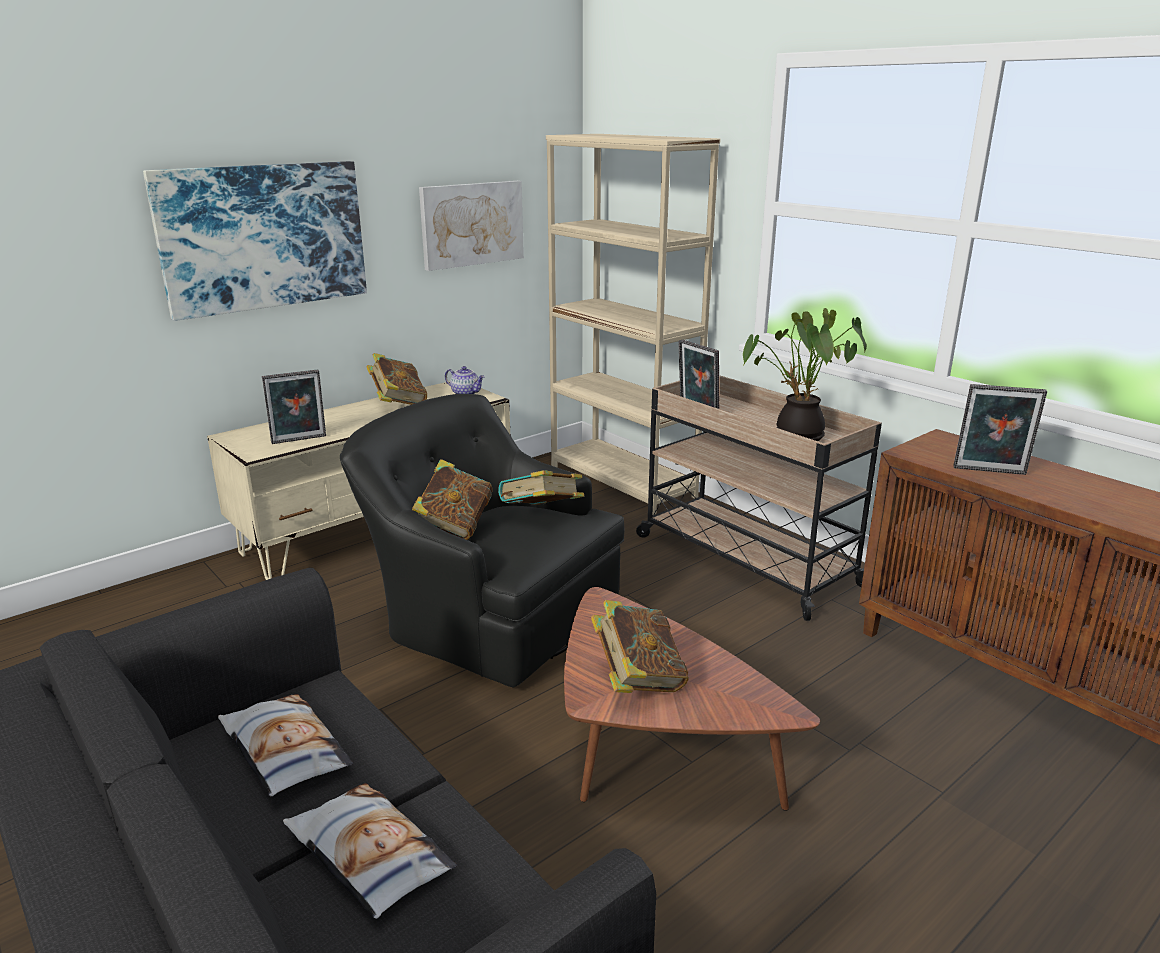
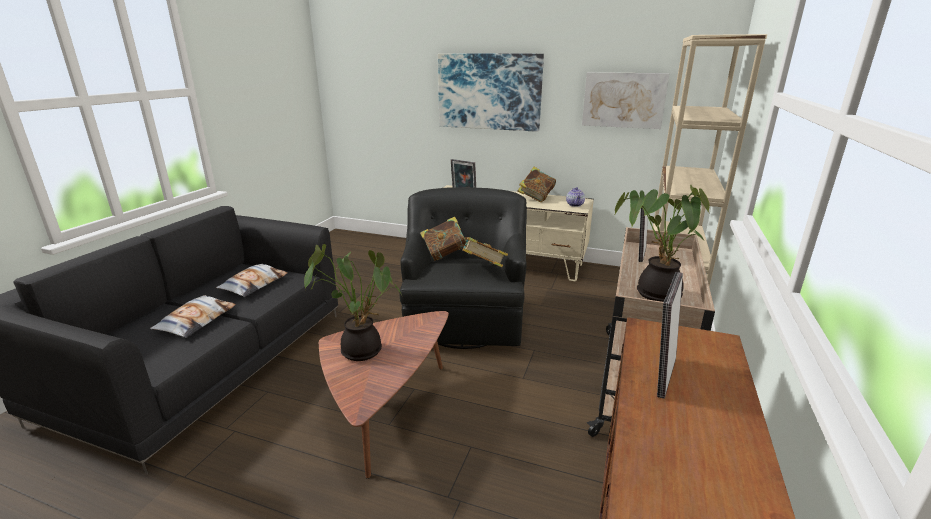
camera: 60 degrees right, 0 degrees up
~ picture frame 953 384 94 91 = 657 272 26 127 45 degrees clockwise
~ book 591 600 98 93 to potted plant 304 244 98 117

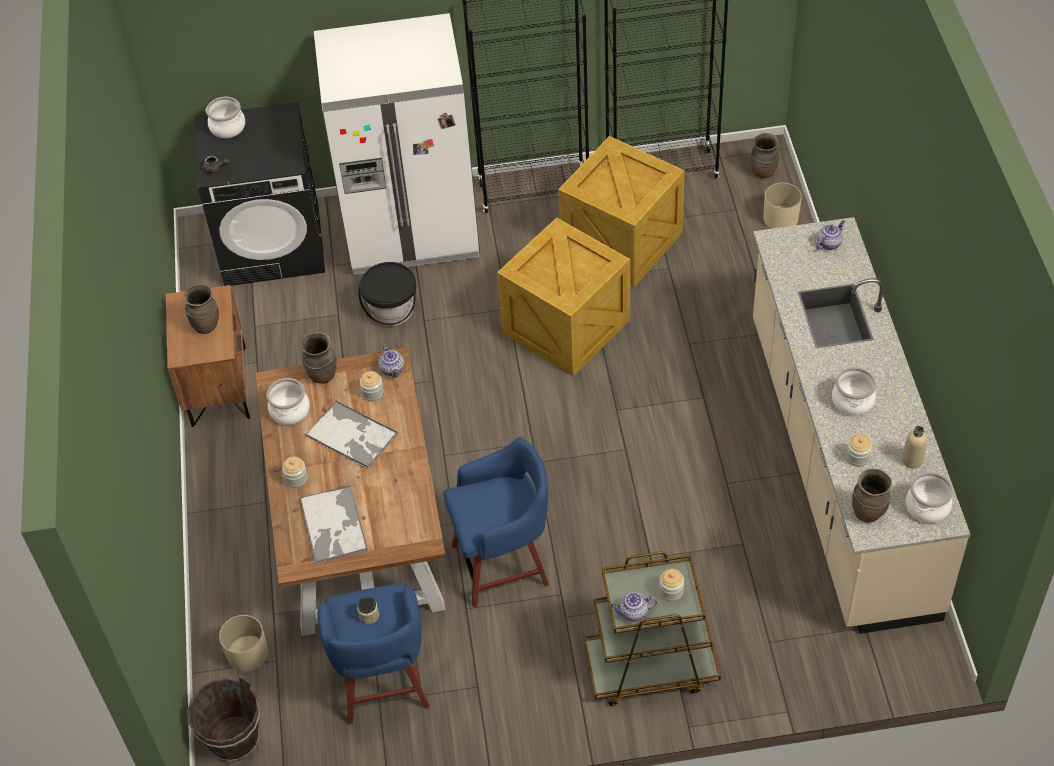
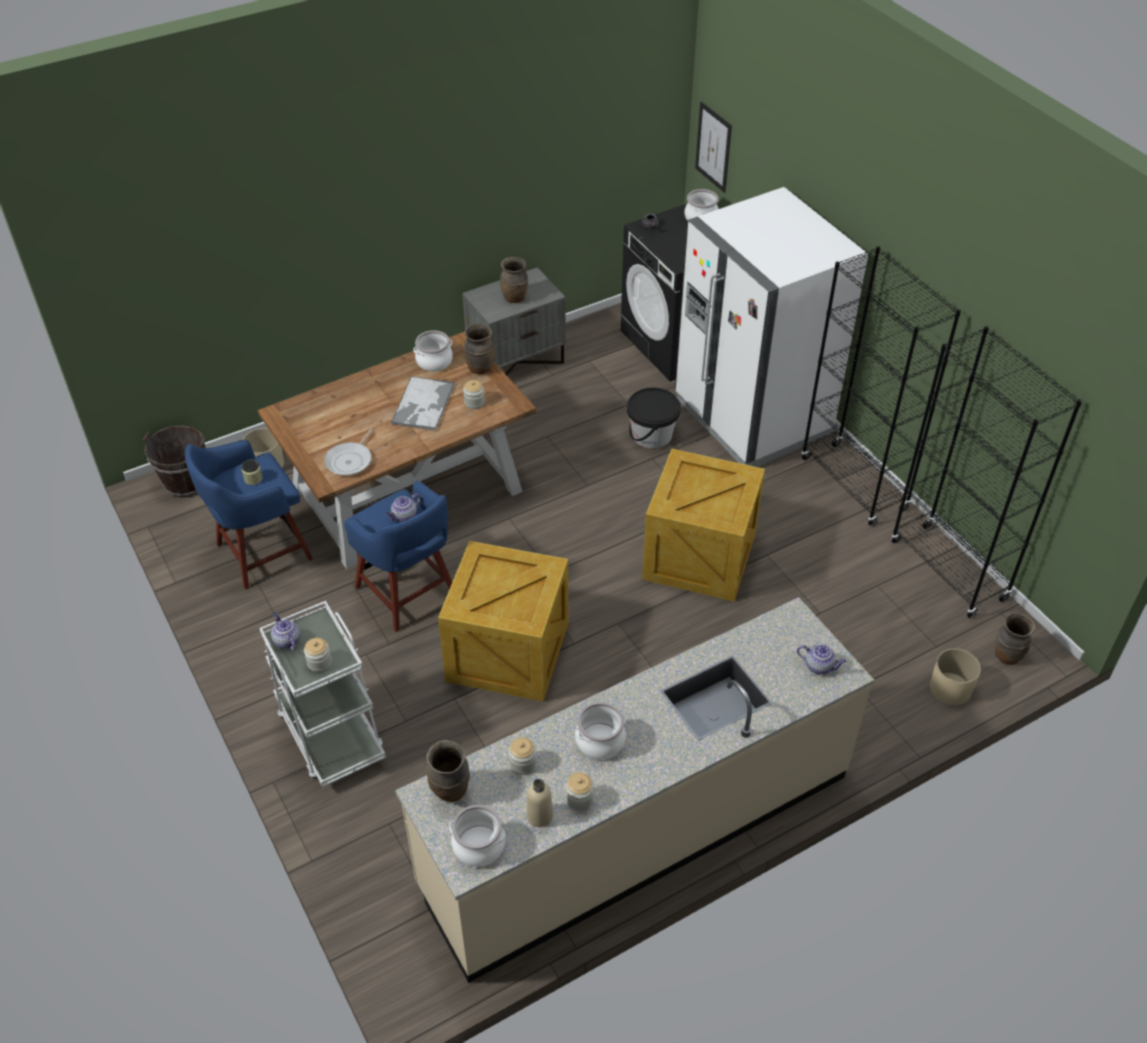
camera: 65 degrees right, 5 degrees down
~ crate 558 136 127 151 to 438 541 130 161
~ brown nightstand 166 285 84 142 to grey nightstand 462 268 104 107
~ teapot 378 345 26 33 to 386 494 35 28
~ jar 282 457 26 31 to 566 773 28 38
- tray 300 485 68 79
~ brown cart 584 552 137 154 to white cart 259 601 127 186
+ picture 695 101 37 92
+ frying pan 324 428 49 48

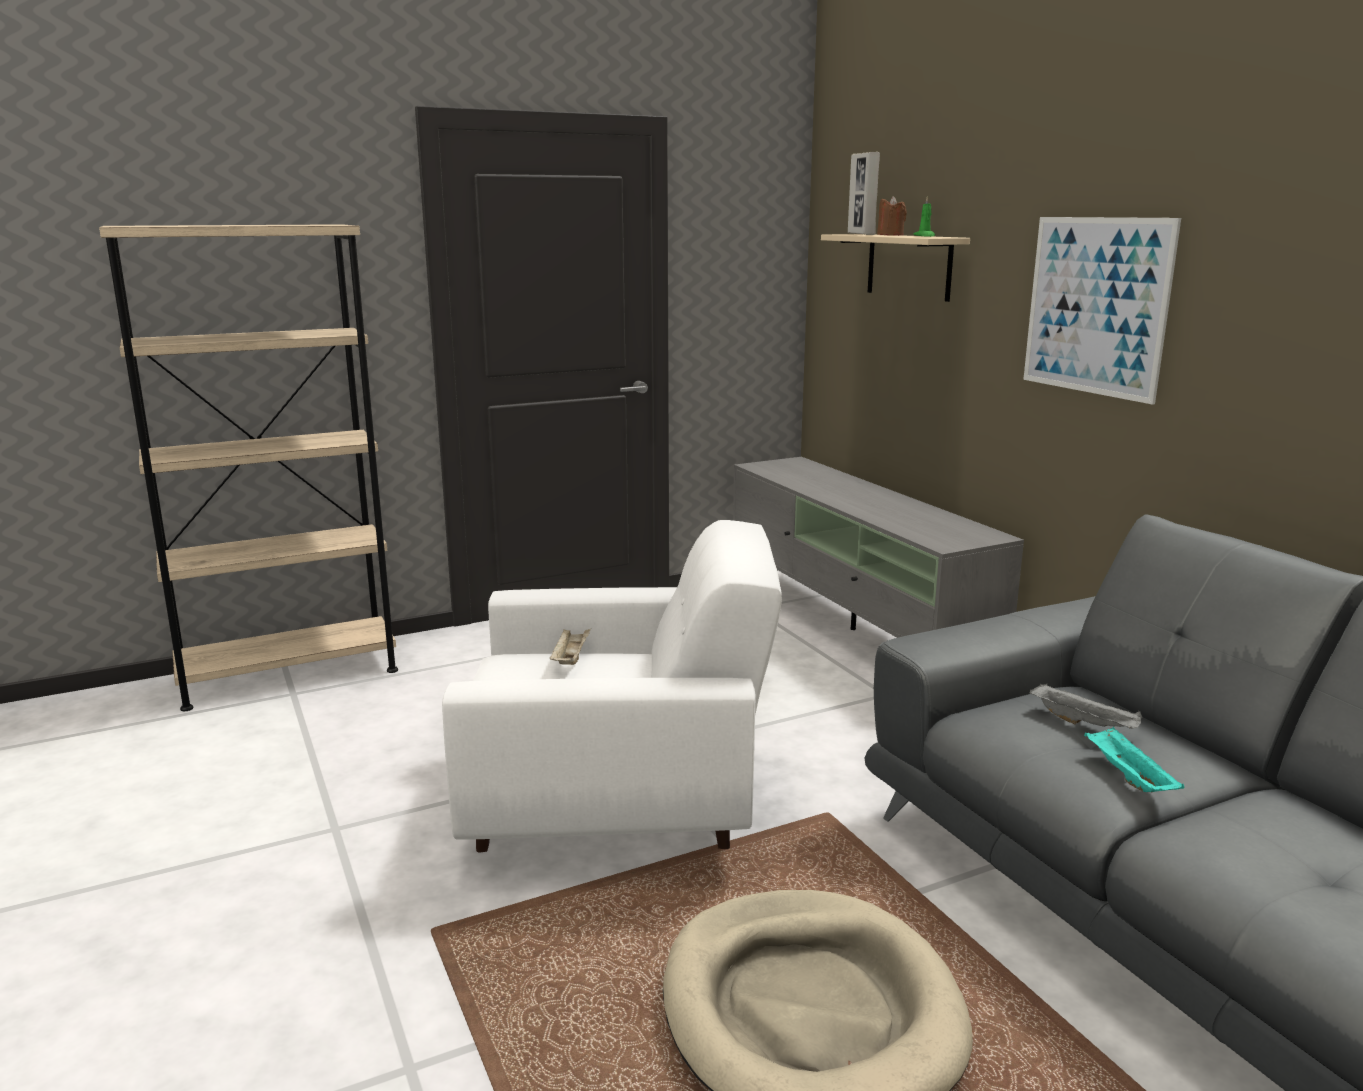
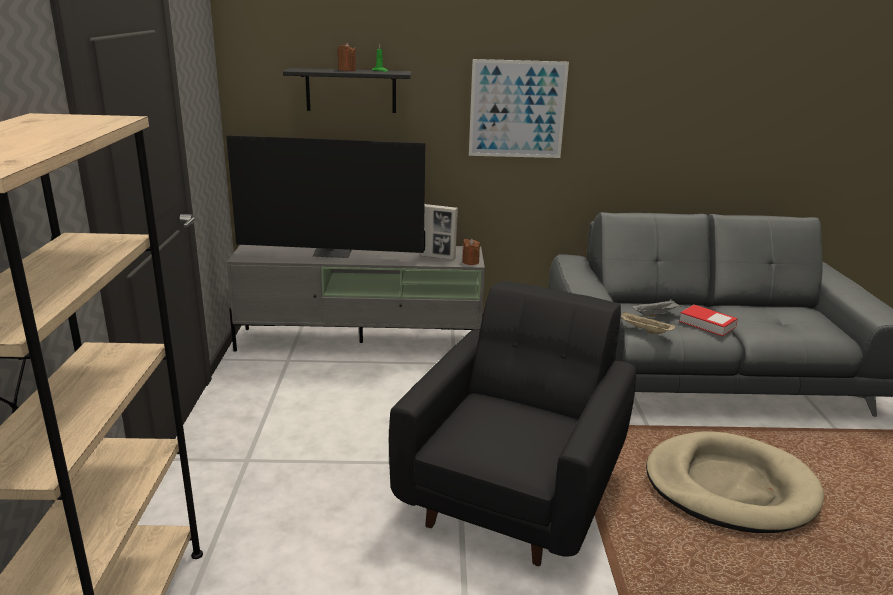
camera: 65 degrees left, 5 degrees up
~ picture frame 848 152 32 83 to 421 204 37 56
~ beige shelf 821 234 149 68 to black shelf 283 68 128 45
~ white armchair 442 520 340 332 to black armchair 389 281 247 285
~ beige tray 550 629 40 36 to 621 311 55 23
~ turquoise tray 1084 727 101 66 to book 679 305 59 31
+ television 226 135 199 123
+ brown candle 462 239 18 26

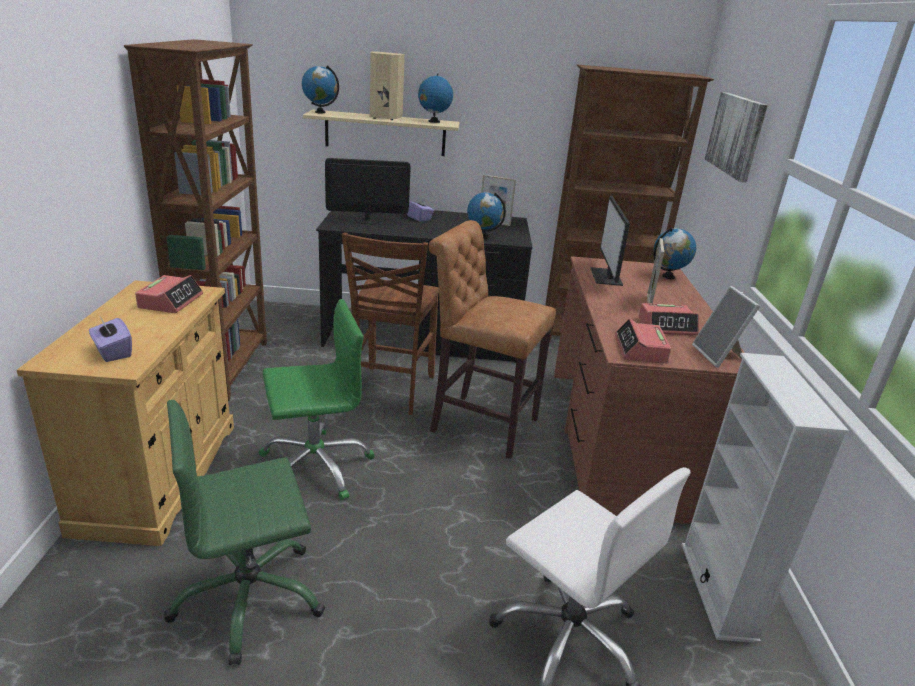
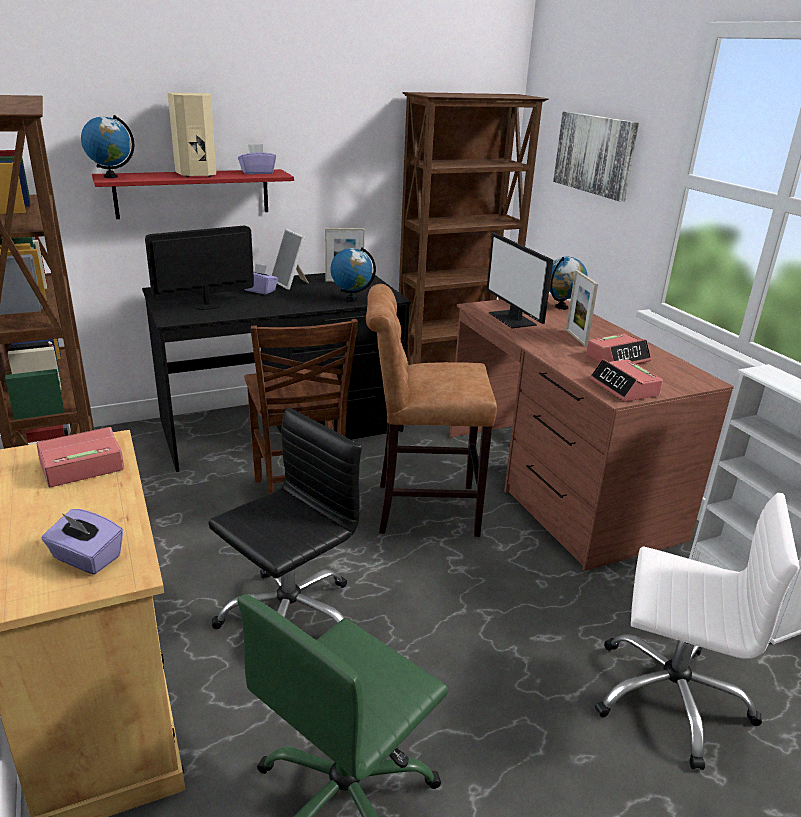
camera: 25 degrees left, 0 degrees up
~ globe 418 73 35 50 to purple tissue box 238 144 38 30
~ beige shelf 303 110 157 46 to red shelf 92 169 202 50
~ alarm clock 135 275 68 38 = 37 427 87 60 105 degrees counterclockwise
~ picture frame 692 286 68 82 to 272 229 37 61
~ green office chair 259 299 116 201 to black office chair 208 407 154 222

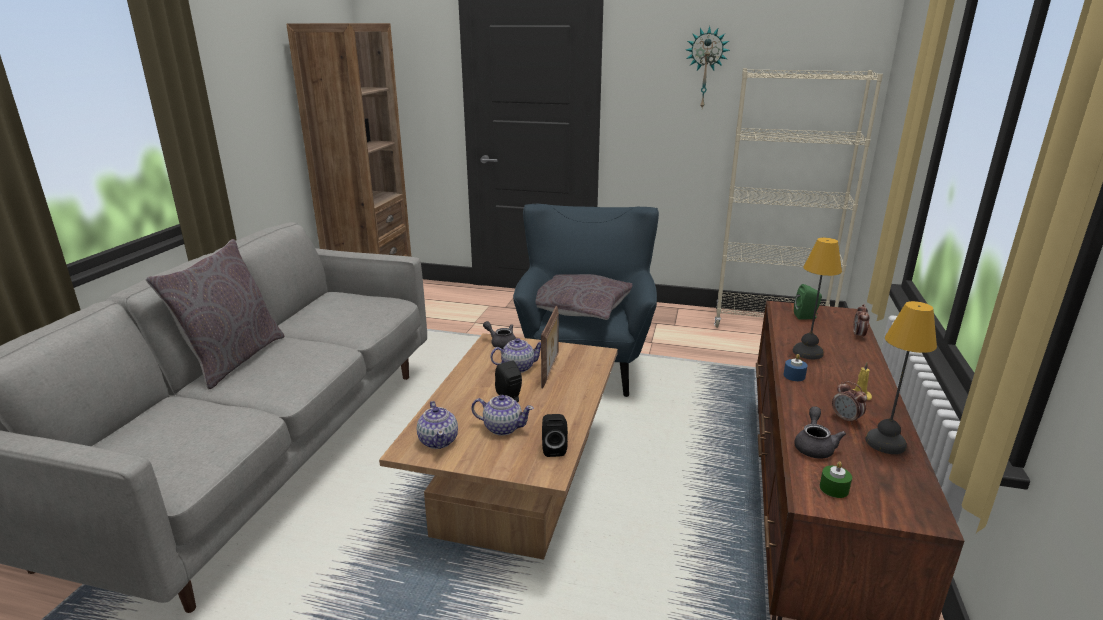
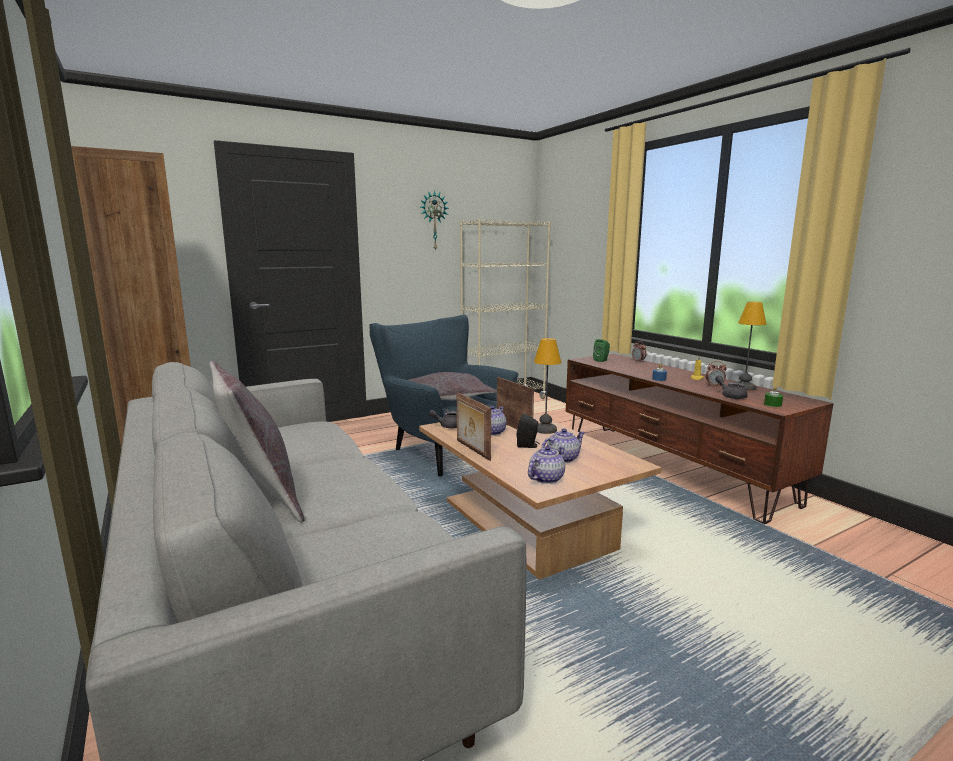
camera: 45 degrees left, 10 degrees down
~ table lamp 793 238 49 121 to 534 338 28 96
~ teapot 417 401 41 48 = 528 446 37 38 75 degrees counterclockwise
- black speaker 542 414 26 43
+ picture frame 457 392 34 69

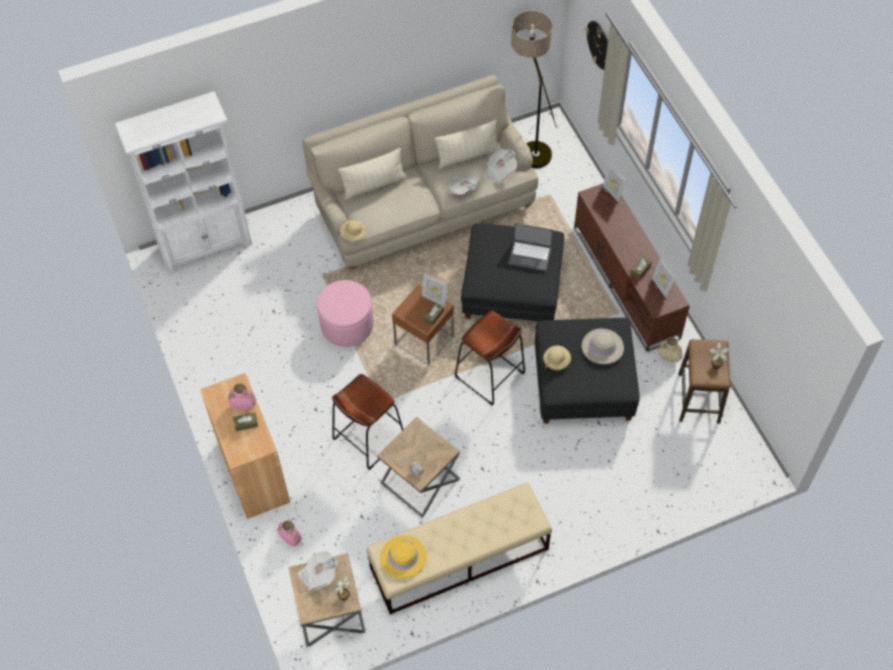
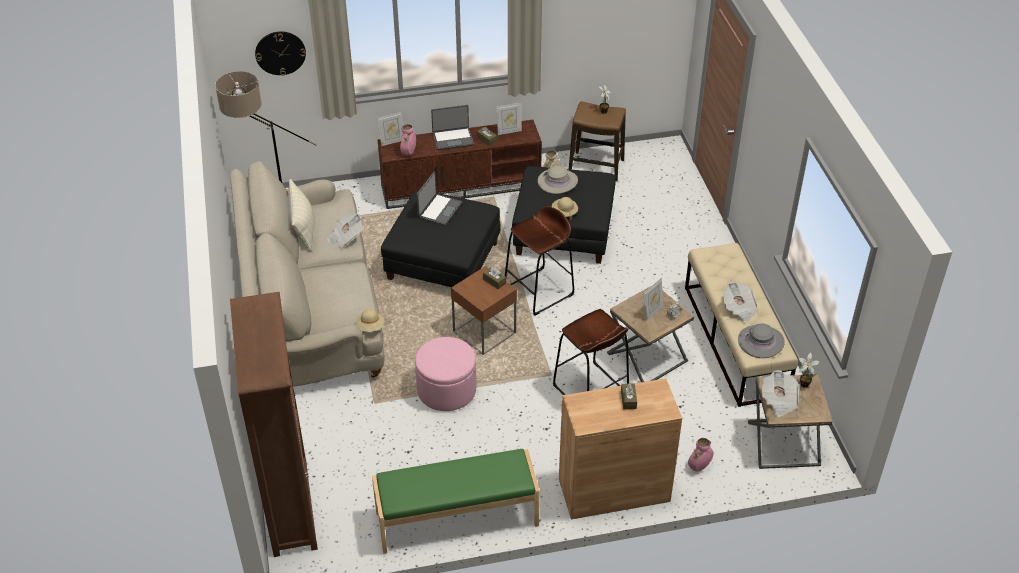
camera: 80 degrees left, 15 degrees down
~ white bookcase 115 92 137 181 to brown bookcase 230 292 88 265
- beige pillow 338 148 69 52
~ newspaper 483 148 34 36 to 723 282 36 41
~ picture frame 422 273 25 34 to 644 278 19 43
~ pink vase 228 383 28 27 to 400 124 16 31
~ yellow hat 380 535 47 43 to grey hat 738 323 47 35
+ laptop 431 105 43 45
+ green bench 372 449 168 105

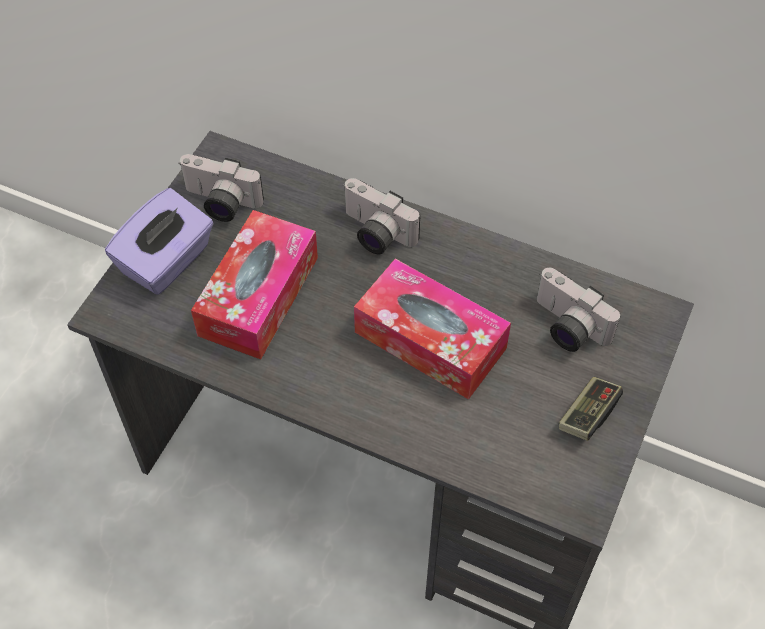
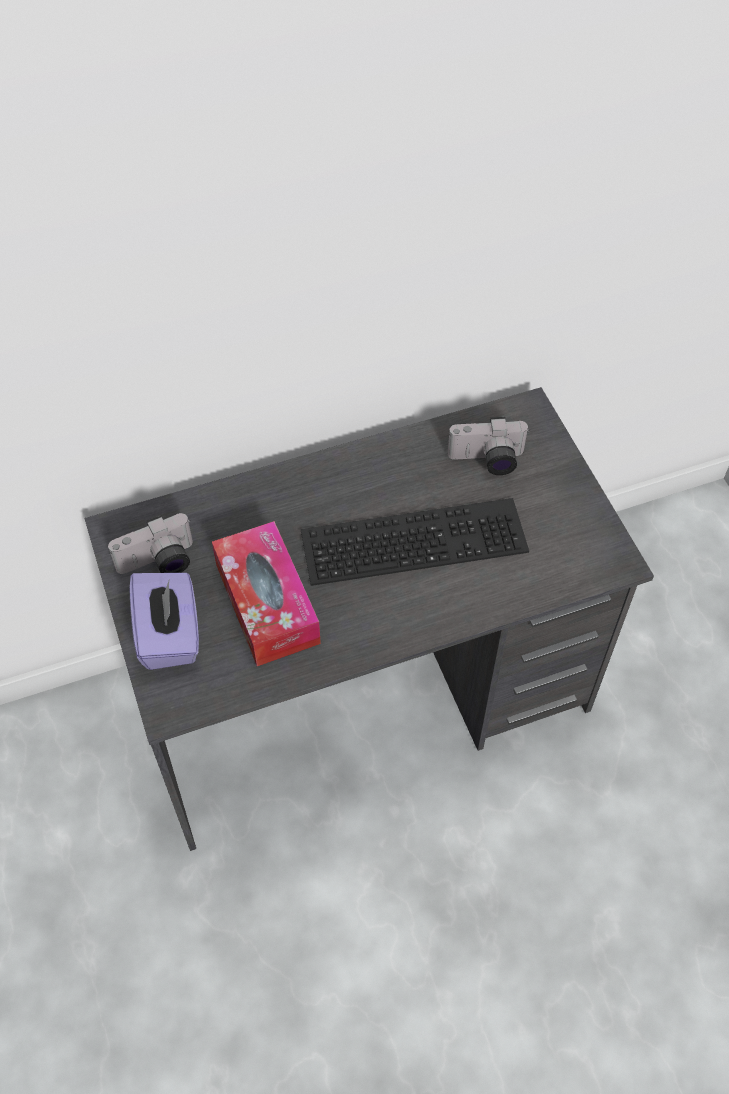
camera: 45 degrees left, 0 degrees up
- photo camera 344 178 76 77
~ tissue box 354 258 157 142 to keyboard 301 498 228 88
- game controller 559 377 64 64

